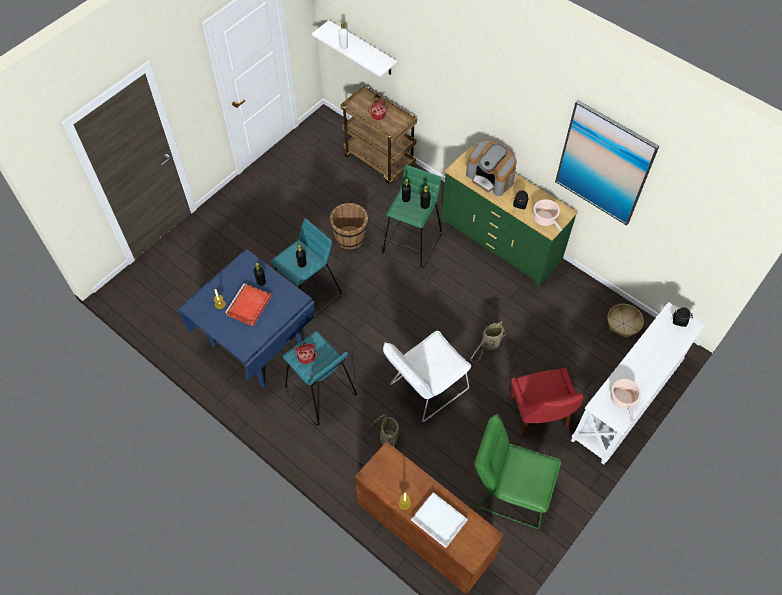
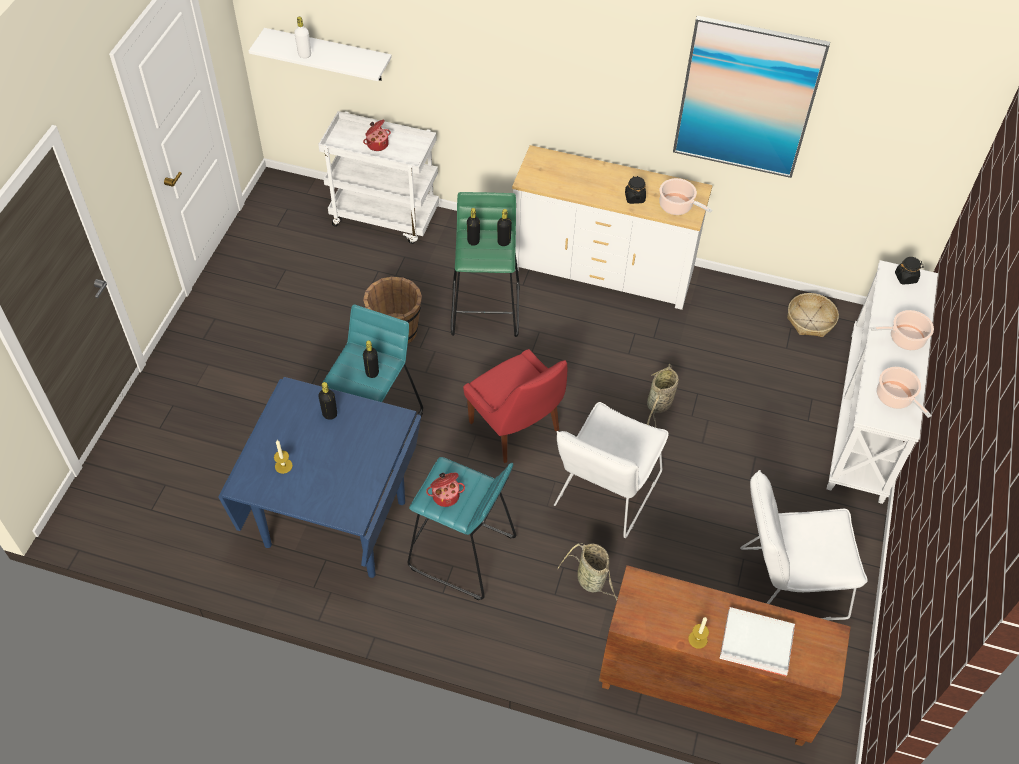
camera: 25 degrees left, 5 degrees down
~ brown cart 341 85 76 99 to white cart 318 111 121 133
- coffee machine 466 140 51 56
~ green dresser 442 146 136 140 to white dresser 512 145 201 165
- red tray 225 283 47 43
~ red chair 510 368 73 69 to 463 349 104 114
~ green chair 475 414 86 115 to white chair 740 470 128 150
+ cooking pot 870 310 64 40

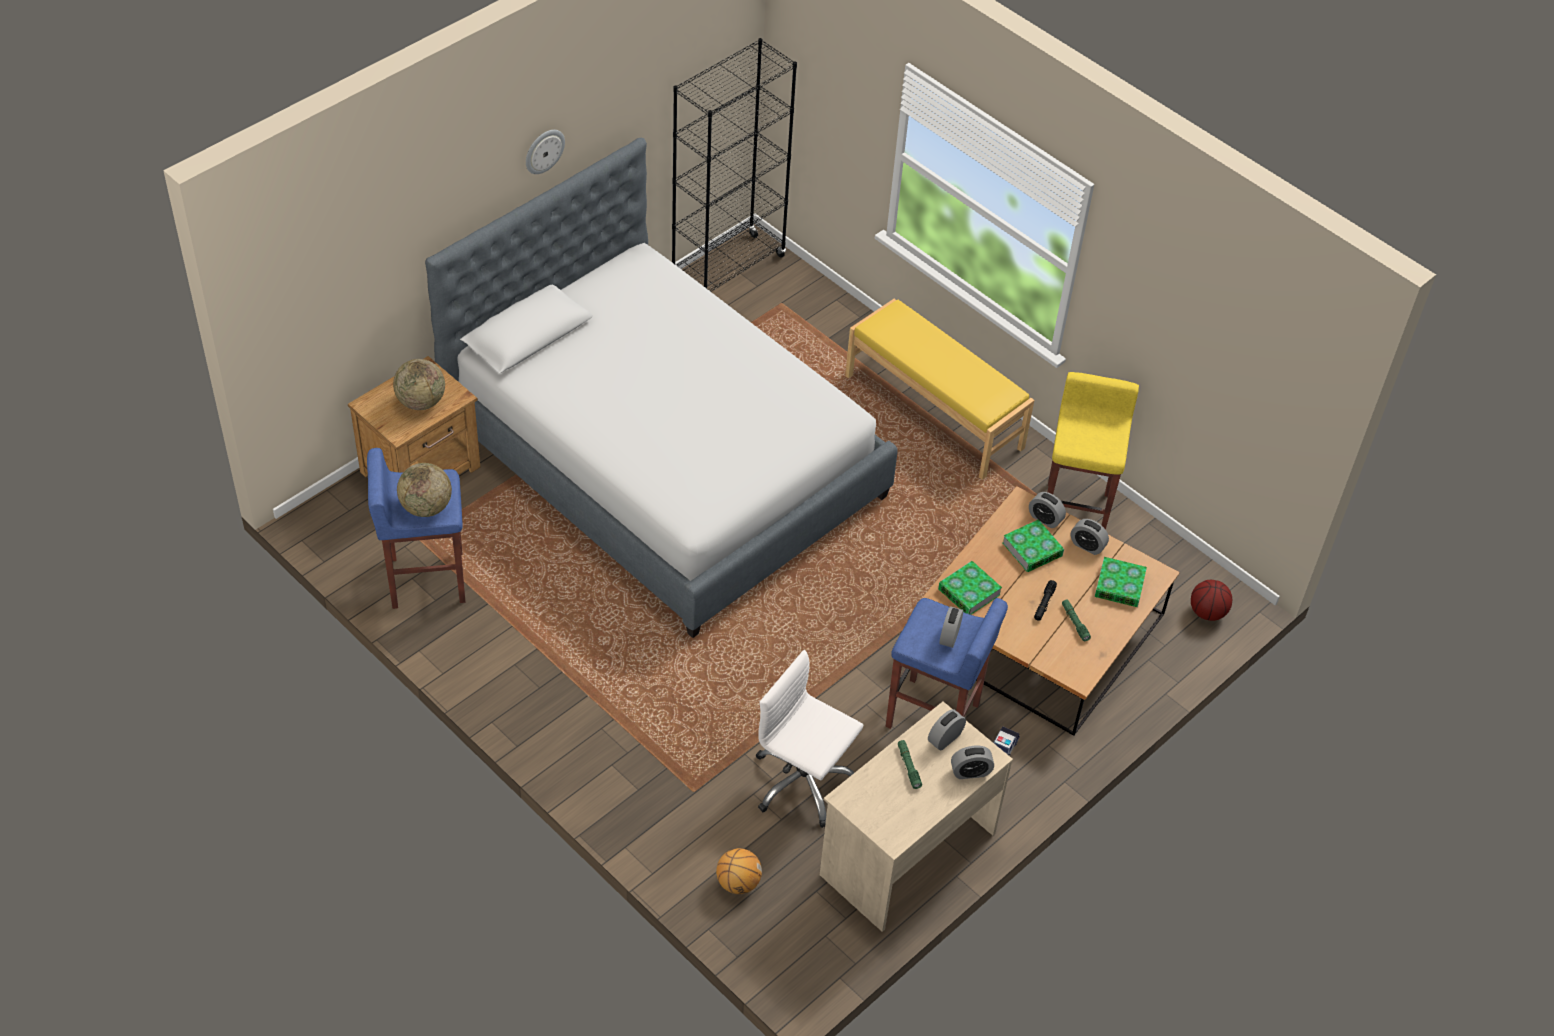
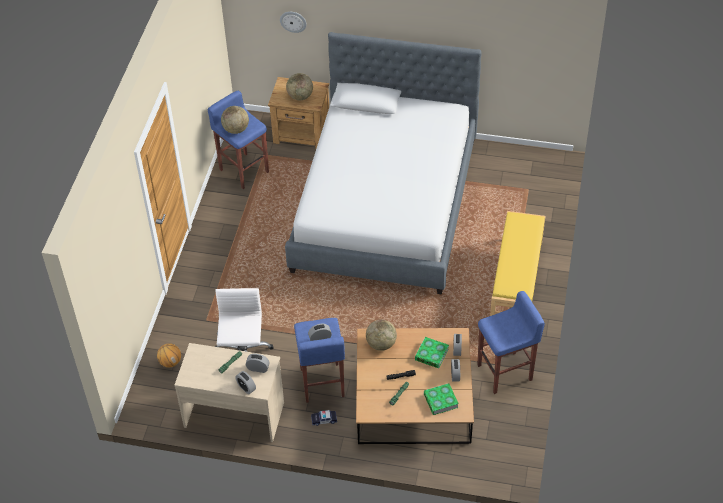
camera: 60 degrees right, 0 degrees up
- black bookcase 672 38 125 254
~ wall clock 526 130 39 44 to 280 12 27 21
~ yellow stool 1047 372 92 158 to blue stool 477 291 68 103
~ book 938 561 64 54 to globe 366 320 31 31
- basketball 1191 580 41 41

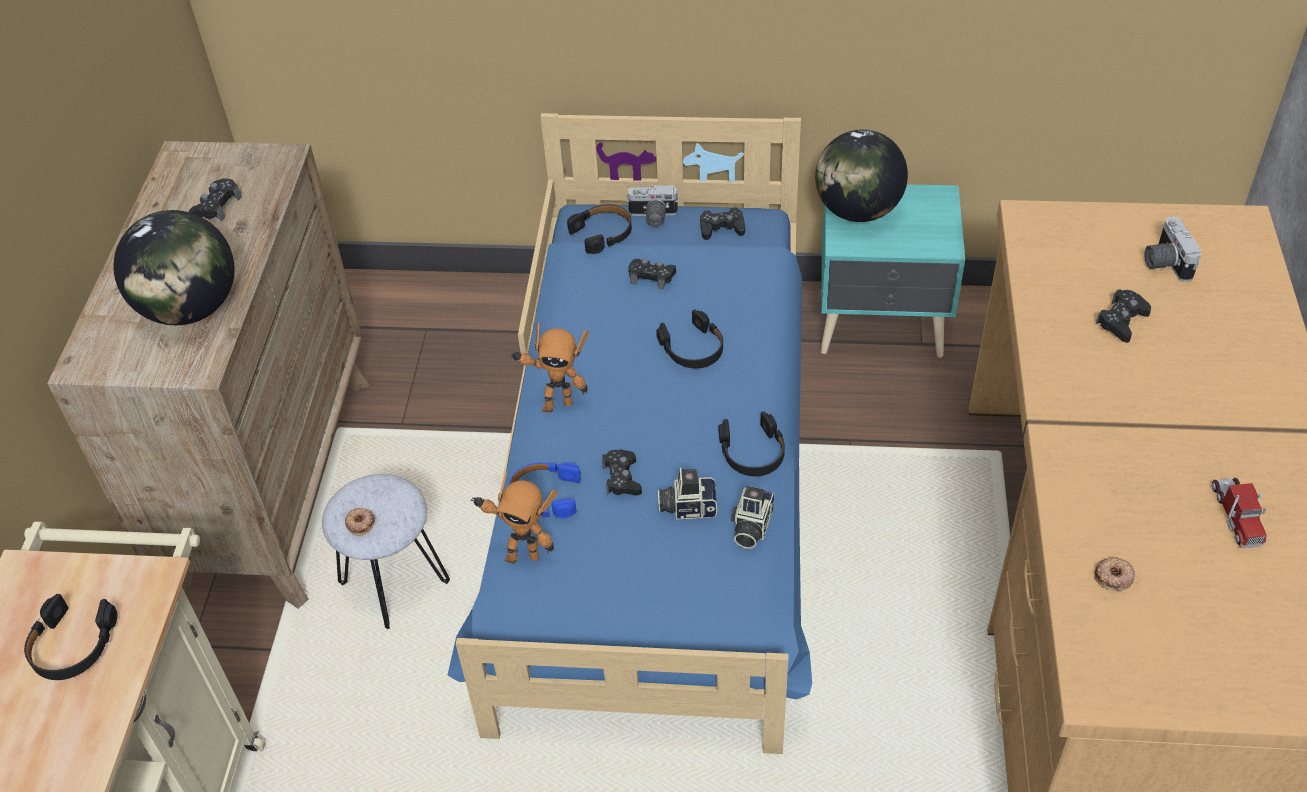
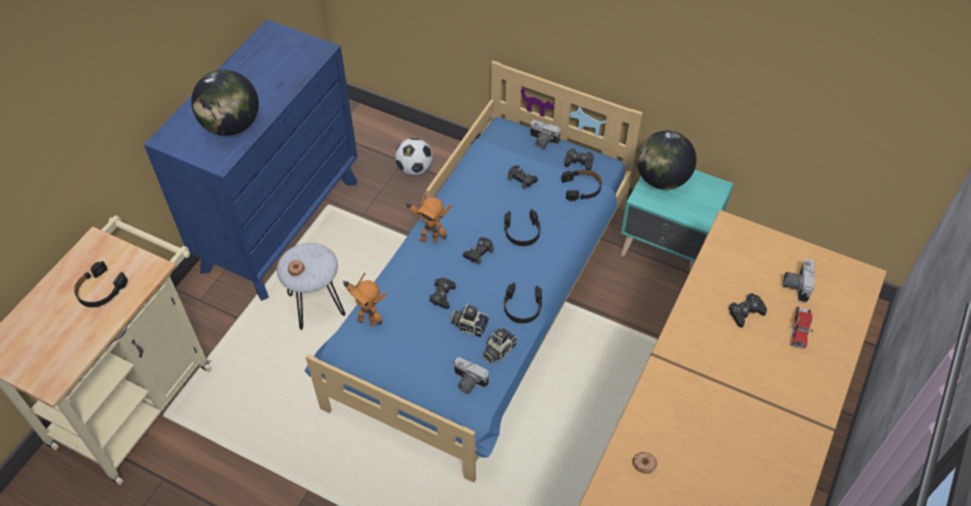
camera: 20 degrees right, 5 degrees up
~ brown dresser 47 141 323 468 to blue dresser 144 19 214 282
~ black game controller 189 178 53 43 to 463 237 31 28
~ black headphones 567 204 65 50 to 561 170 41 31
- blue headphones 508 462 73 56
~ toy truck 1212 478 55 70 to 791 307 22 42
+ football 395 138 38 38
+ photo camera 453 357 36 37

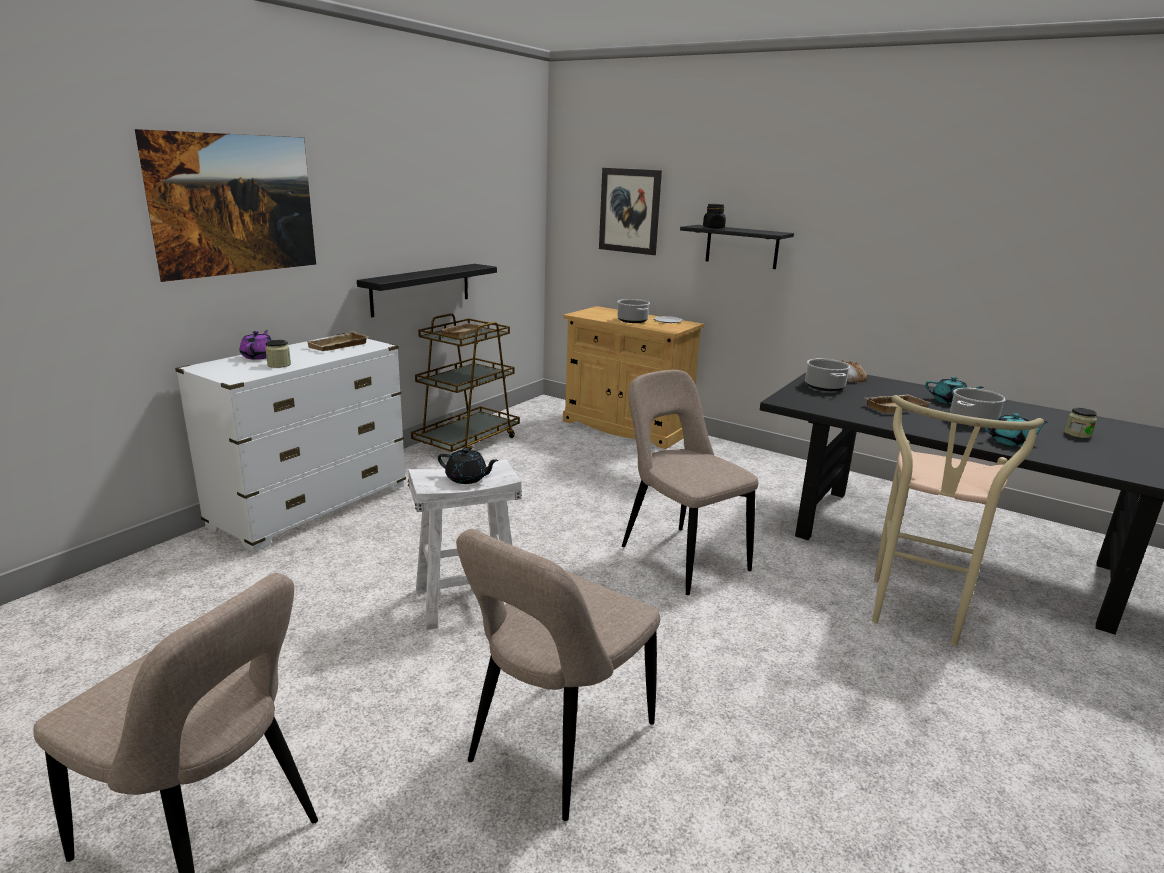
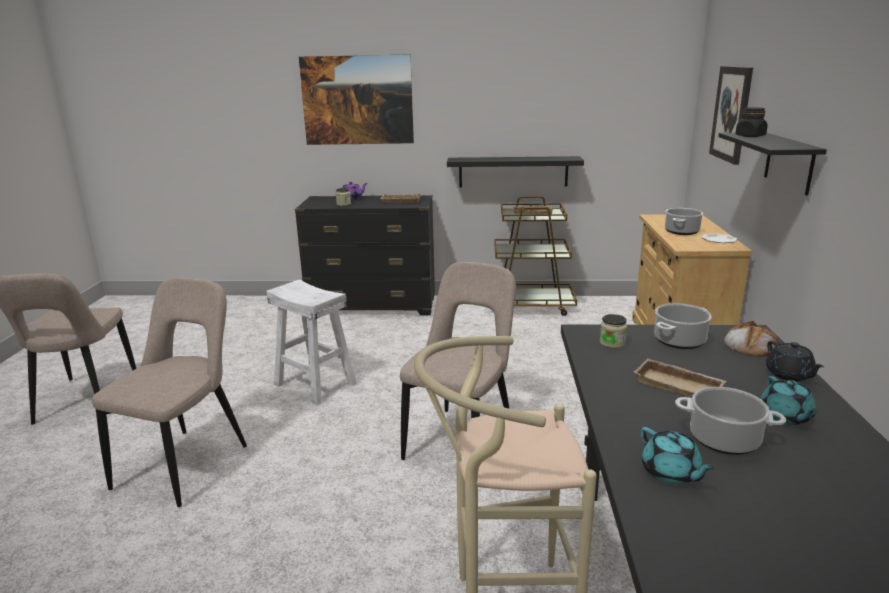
camera: 60 degrees right, 0 degrees up
~ white dresser 175 333 231 220 to black dresser 295 195 140 121
~ jar 1065 408 32 30 to 599 314 28 34
~ black teapot 438 448 61 36 to 766 341 58 41
~ beige chair 456 529 204 292 = 92 277 155 230 105 degrees clockwise

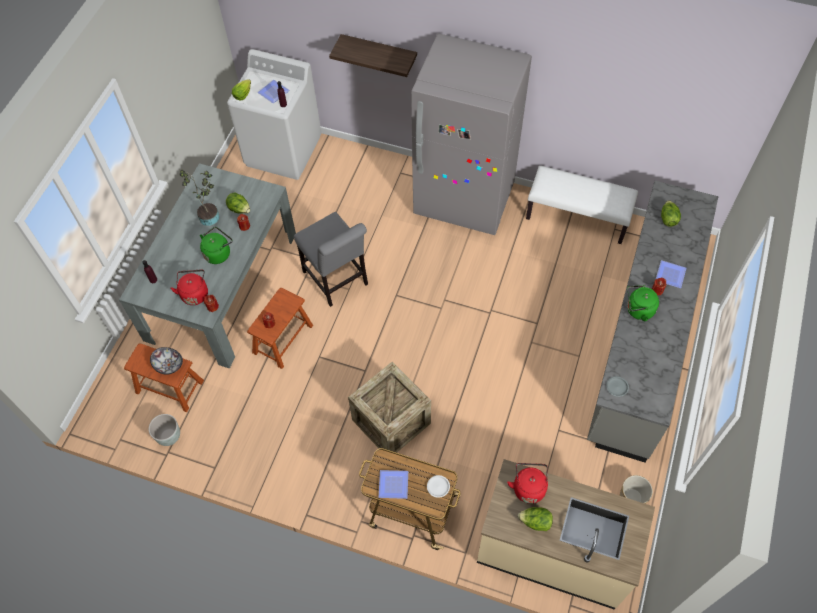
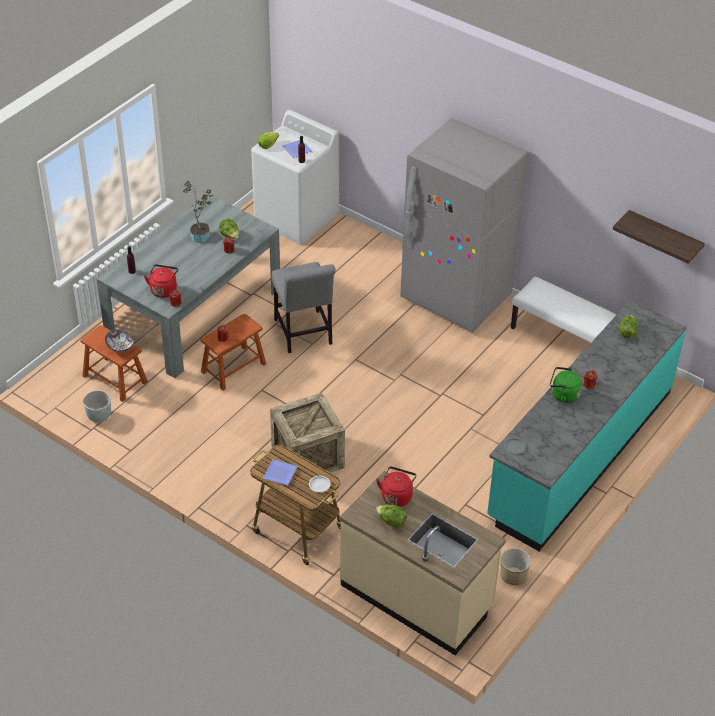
camera: 15 degrees right, 15 degrees down
~ shelf 329 34 88 43 to 613 210 92 54
~ grey counter 587 181 131 281 to turquoise counter 487 301 200 250
- green kettle 200 227 33 37
- plate 656 260 30 28

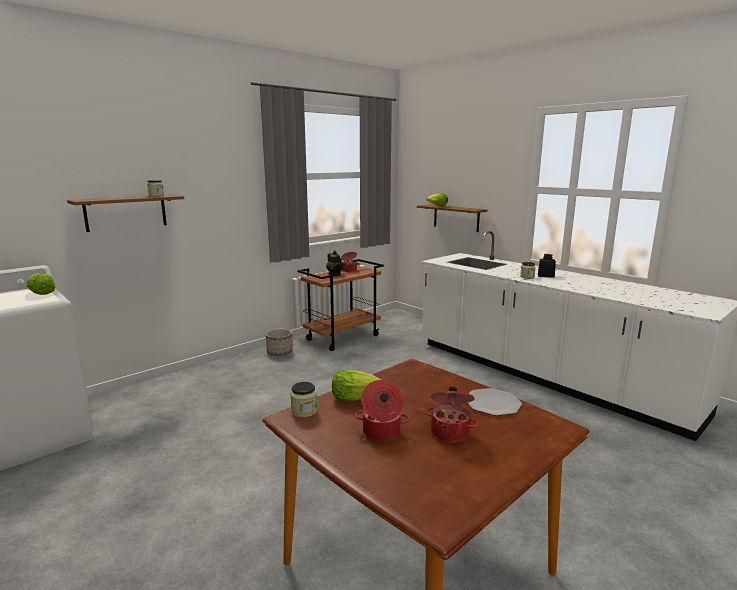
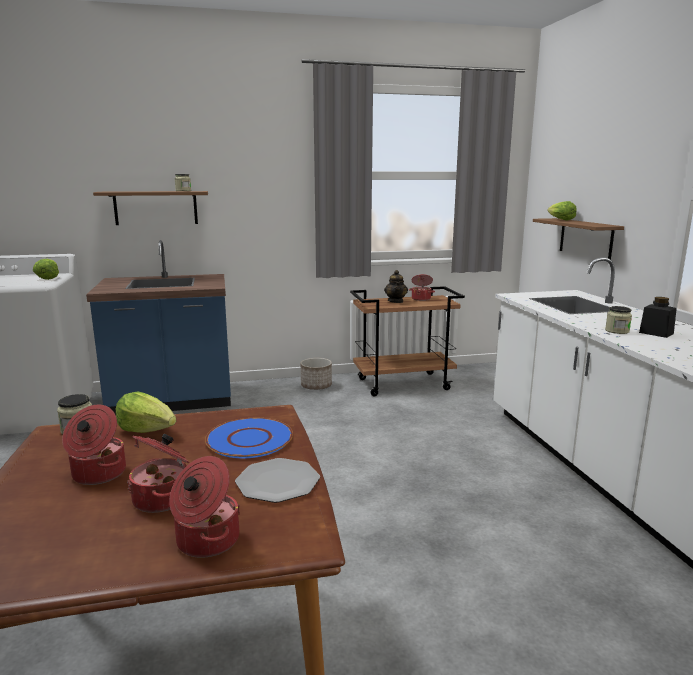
camera: 30 degrees right, 0 degrees up
+ blue counter 86 240 145 175
+ blue plate 205 418 88 40
+ cooking pot 169 456 71 102

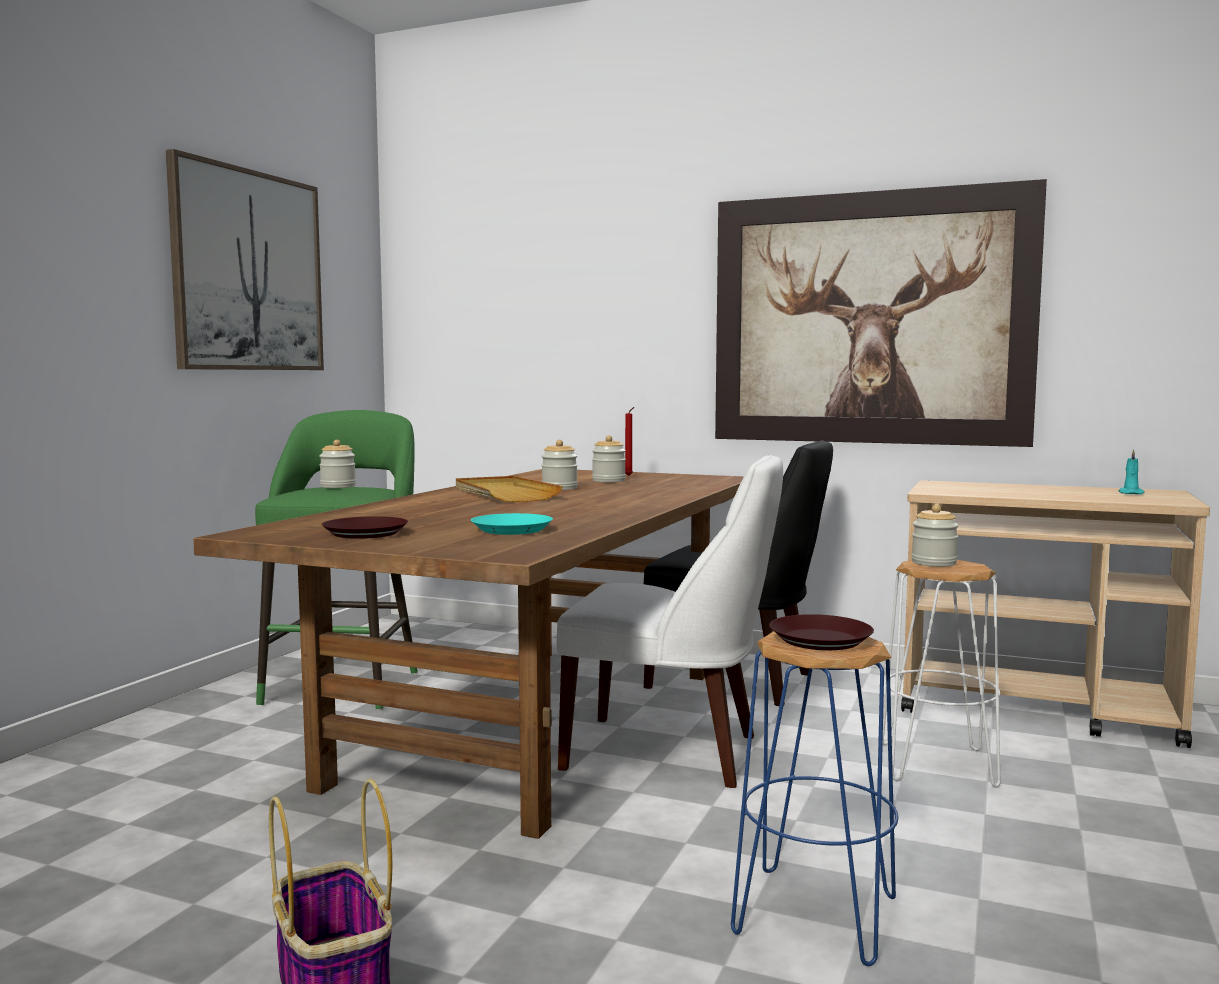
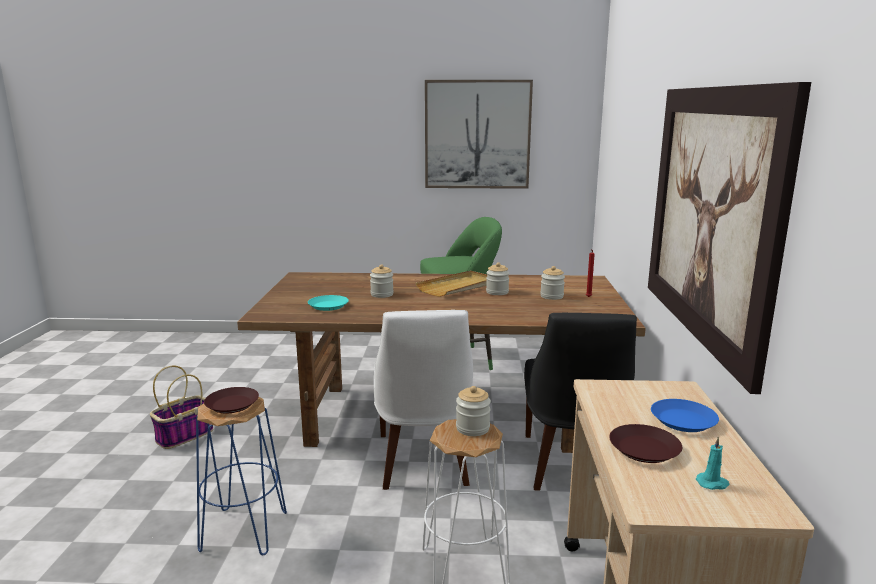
camera: 70 degrees right, 10 degrees up
~ jar 319 440 37 48 to 370 264 24 34
~ brown plate 322 516 86 23 to 609 424 73 39
+ blue plate 651 399 68 33

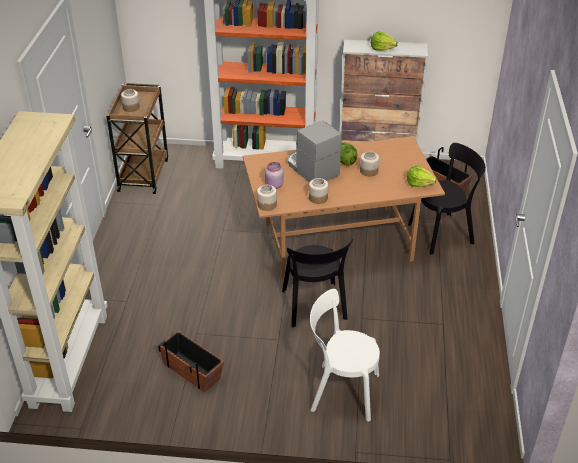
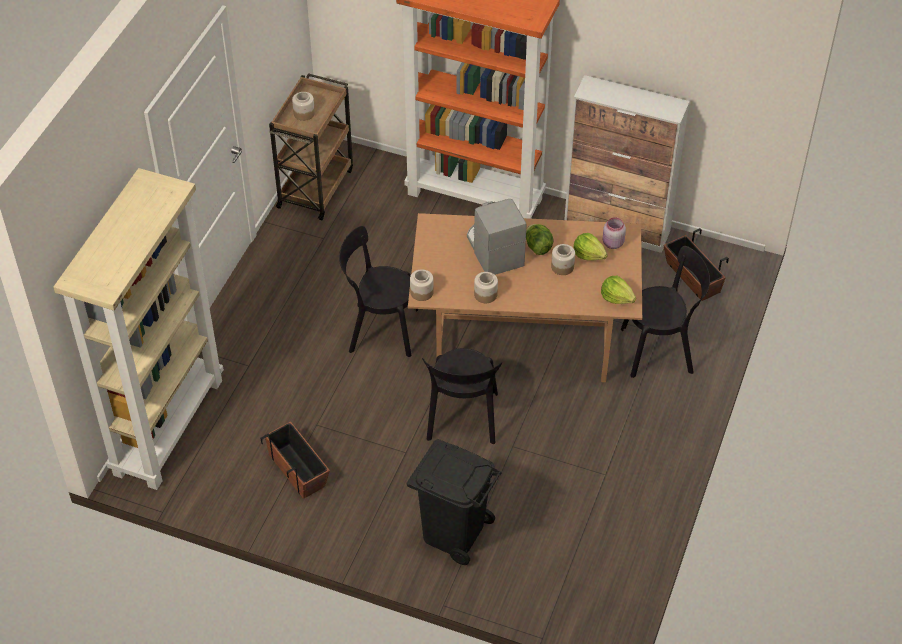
camera: 15 degrees right, 10 degrees up
~ lettuce 370 32 28 19 to 573 233 35 28
~ pink jar 265 162 19 27 to 603 217 23 32
~ white chair 310 289 70 133 to black trash can 407 439 94 126
+ black chair 339 226 79 131

